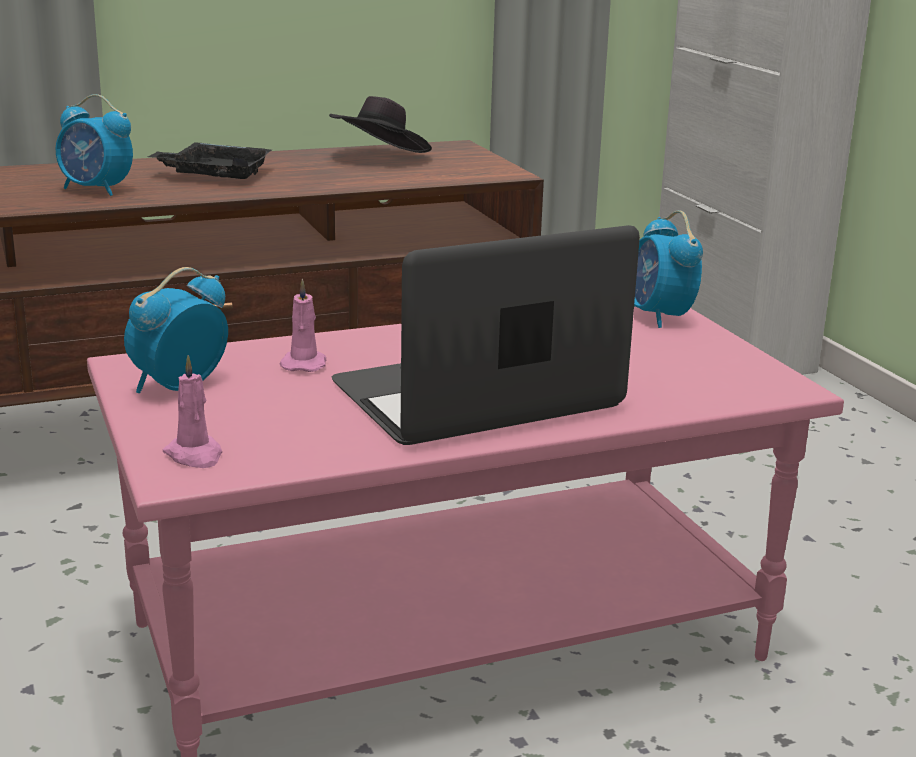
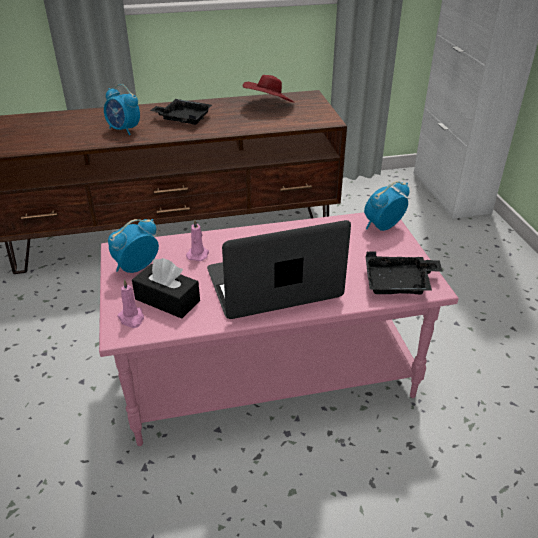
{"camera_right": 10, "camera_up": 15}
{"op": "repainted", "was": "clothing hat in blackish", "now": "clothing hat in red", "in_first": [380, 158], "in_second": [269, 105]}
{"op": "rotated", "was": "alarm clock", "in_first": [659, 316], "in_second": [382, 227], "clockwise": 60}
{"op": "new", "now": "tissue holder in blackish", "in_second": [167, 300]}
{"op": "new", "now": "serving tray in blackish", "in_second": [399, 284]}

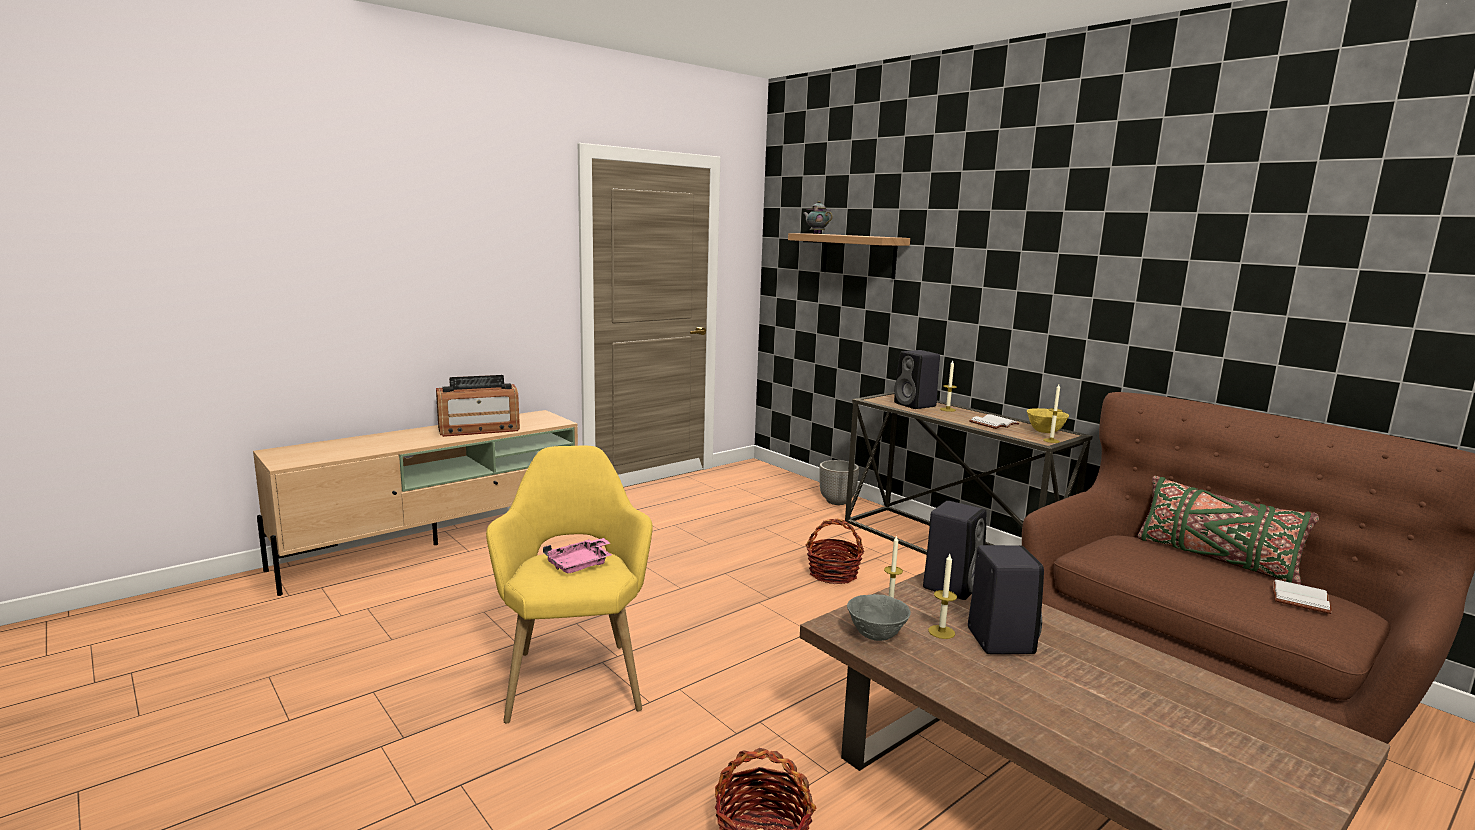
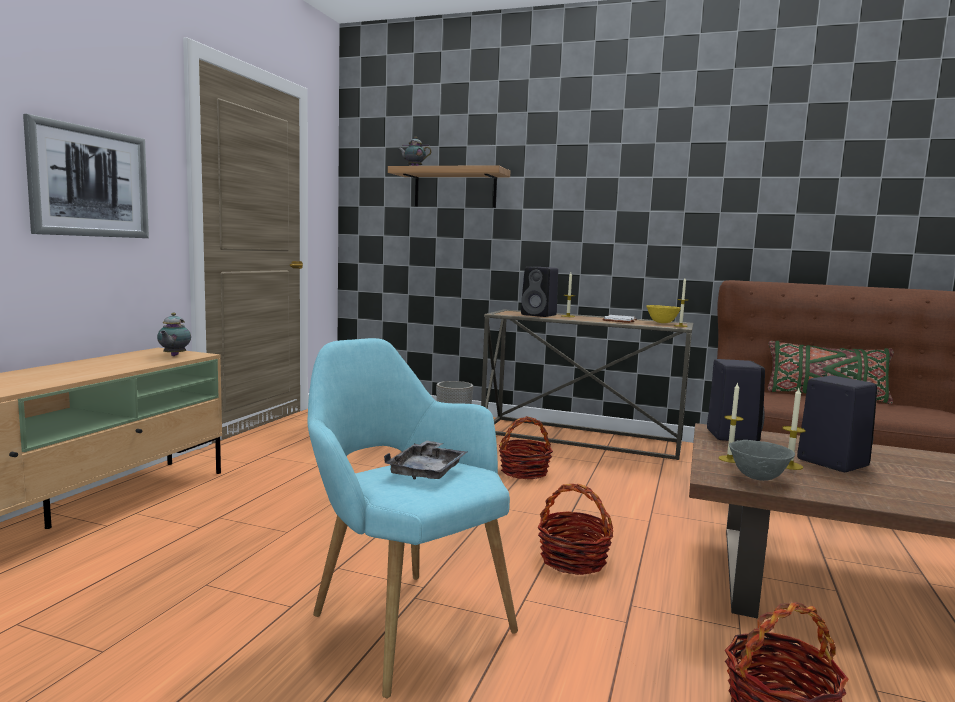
{"camera_right": -30, "camera_up": -5}
{"op": "gone", "was": "radio", "in_first": [479, 429]}
{"op": "repainted", "was": "easy chair in yellowish", "now": "easy chair in blue-green", "in_first": [574, 675], "in_second": [401, 619]}
{"op": "repainted", "was": "serving tray in pink-coloured", "now": "serving tray in gray", "in_first": [580, 564], "in_second": [427, 471]}
{"op": "gone", "was": "bound book in whitish", "in_first": [1302, 599]}
{"op": "new", "now": "picture", "in_second": [90, 182]}
{"op": "new", "now": "pot for tea", "in_second": [173, 356]}
{"op": "new", "now": "basket", "in_second": [573, 560]}

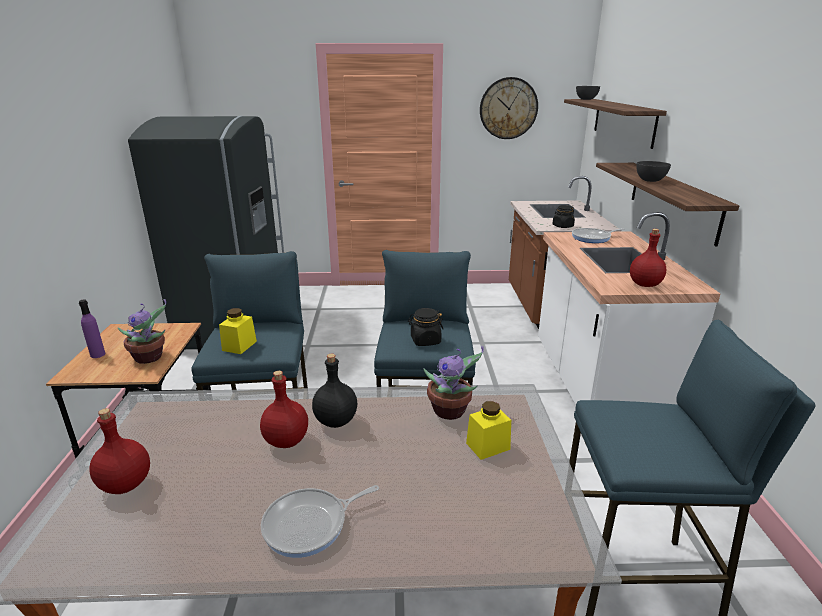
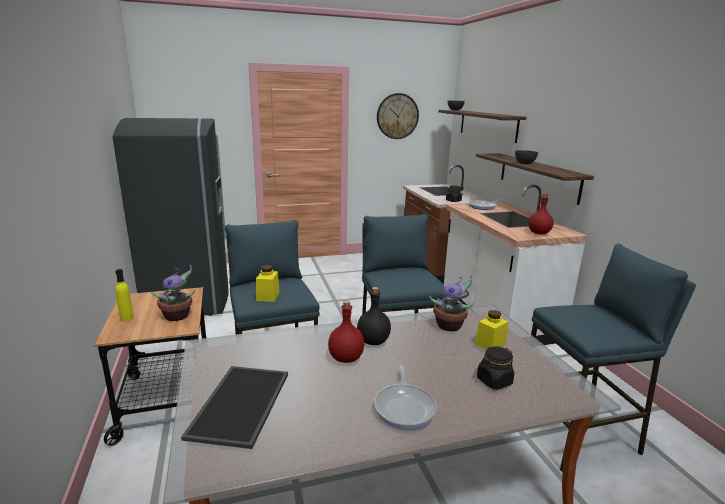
{"camera_right": -15, "camera_up": -5}
{"op": "repainted", "was": "drink bottle in purple", "now": "drink bottle in yellowish", "in_first": [98, 354], "in_second": [127, 318]}
{"op": "swapped", "was": "drink bottle in red", "now": "serving tray", "in_first": [125, 484], "in_second": [239, 403]}
{"op": "rotated", "was": "pan", "in_first": [310, 525], "in_second": [405, 407], "clockwise": -45}
{"op": "shifted", "was": "storage jar in blackish", "in_first": [425, 341], "in_second": [494, 381]}

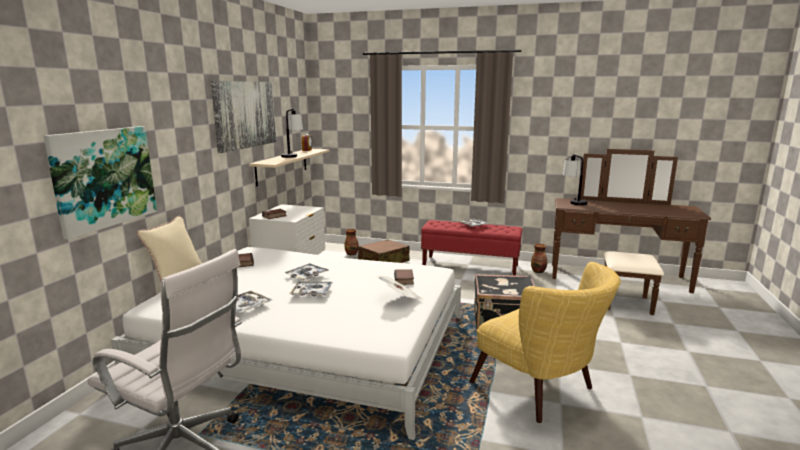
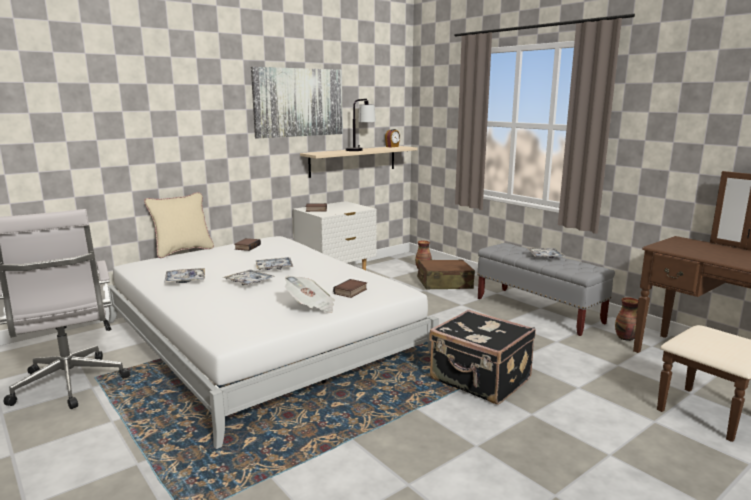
{"camera_right": 35, "camera_up": 0}
{"op": "gone", "was": "picture", "in_first": [104, 178]}
{"op": "repainted", "was": "bench in red", "now": "bench in gray", "in_first": [470, 266], "in_second": [538, 311]}
{"op": "gone", "was": "easy chair in yellowish", "in_first": [541, 391]}
{"op": "gone", "was": "table lamp", "in_first": [573, 201]}

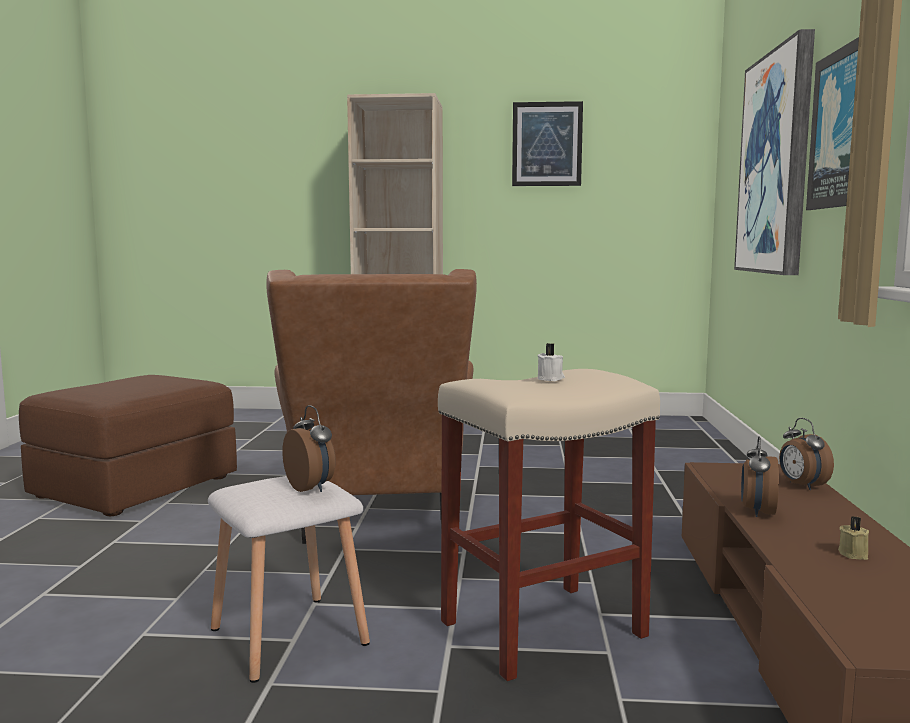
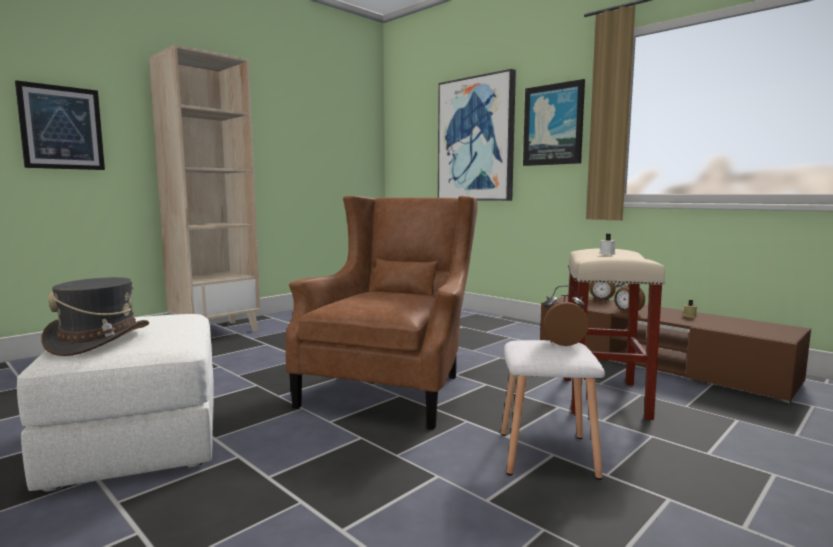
{"camera_right": -50, "camera_up": 0}
{"op": "repainted", "was": "ottoman in brown", "now": "ottoman in whitish", "in_first": [136, 487], "in_second": [138, 441]}
{"op": "rotated", "was": "easy chair in brown", "in_first": [377, 517], "in_second": [393, 386], "clockwise": -105}
{"op": "shifted", "was": "picture", "in_first": [547, 144], "in_second": [61, 128]}
{"op": "new", "now": "clothing hat in gray", "in_second": [99, 341]}

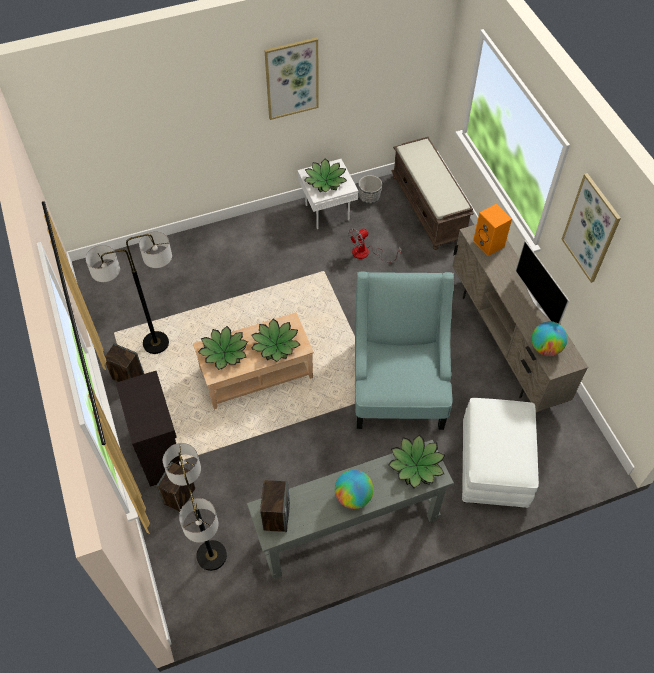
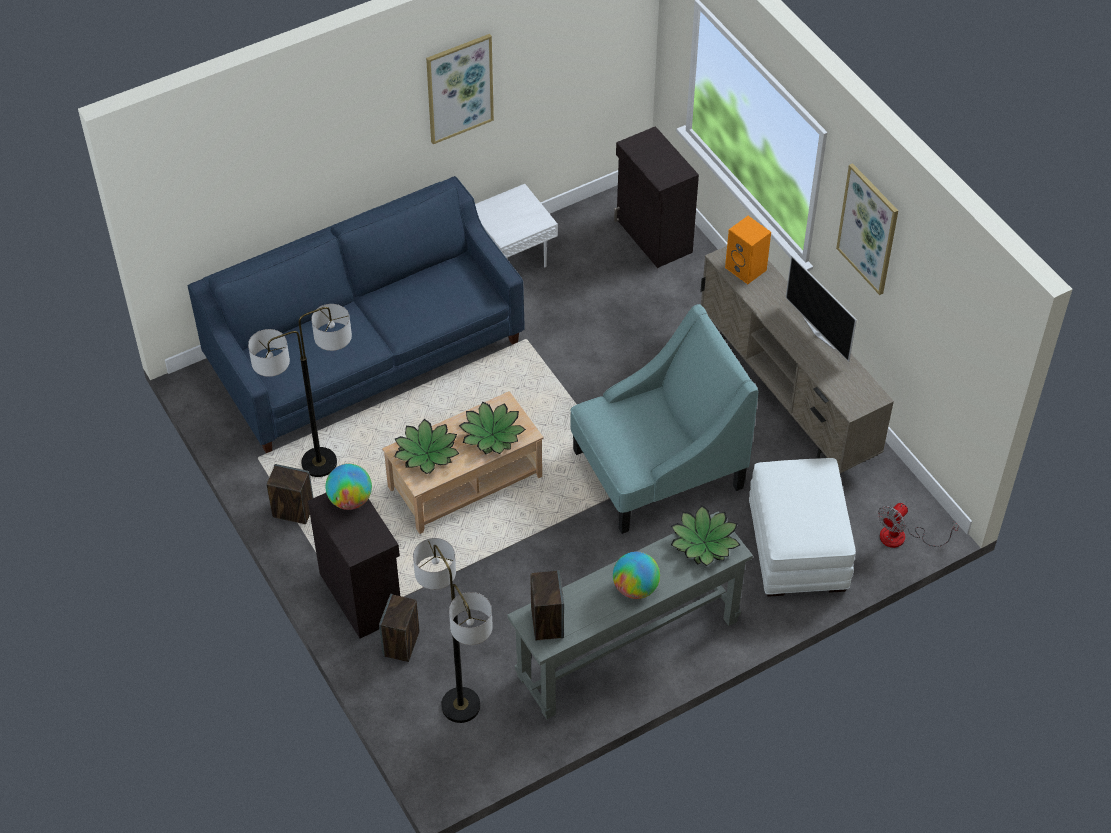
{"camera_right": -10, "camera_up": -5}
{"op": "gone", "was": "plant in a pot", "in_first": [325, 180]}
{"op": "shifted", "was": "cooling fan", "in_first": [366, 253], "in_second": [902, 537]}
{"op": "rotated", "was": "easy chair in blue-green", "in_first": [398, 385], "in_second": [656, 469], "clockwise": 75}
{"op": "gone", "was": "flower pot", "in_first": [369, 197]}
{"op": "swapped", "was": "bench in brown", "now": "cabinet in blackish", "in_first": [429, 208], "in_second": [653, 236]}
{"op": "shifted", "was": "globe", "in_first": [545, 348], "in_second": [350, 500]}
{"op": "new", "now": "sofa in blue", "in_second": [365, 353]}

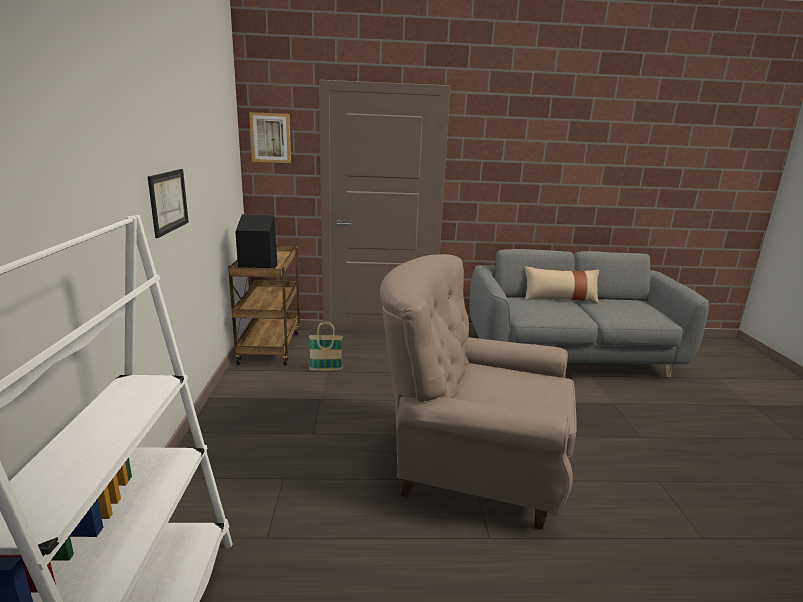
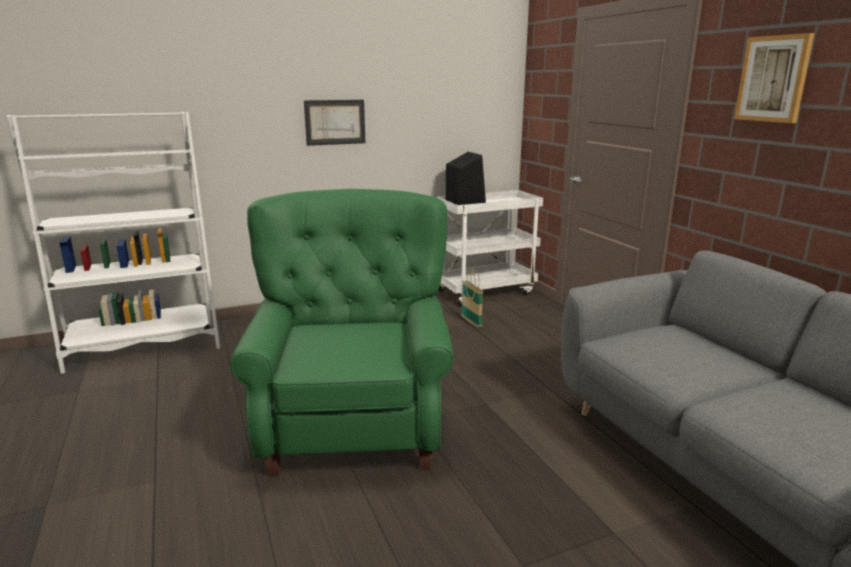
{"camera_right": 70, "camera_up": 0}
{"op": "repainted", "was": "cart in brown", "now": "cart in whitish", "in_first": [269, 346], "in_second": [486, 292]}
{"op": "shifted", "was": "picture", "in_first": [270, 138], "in_second": [773, 79]}
{"op": "repainted", "was": "easy chair in beige", "now": "easy chair in greenish", "in_first": [471, 466], "in_second": [354, 422]}
{"op": "gone", "was": "pillow in beige", "in_first": [559, 299]}

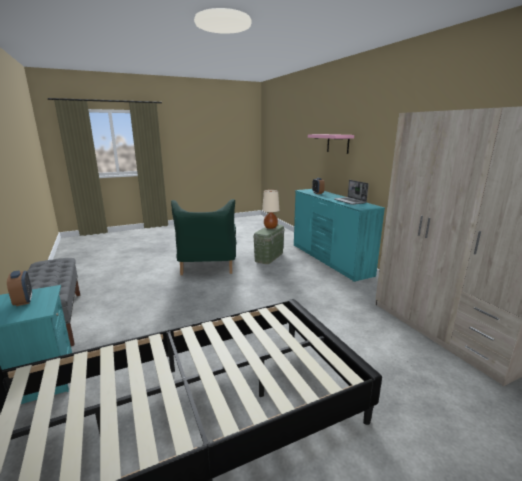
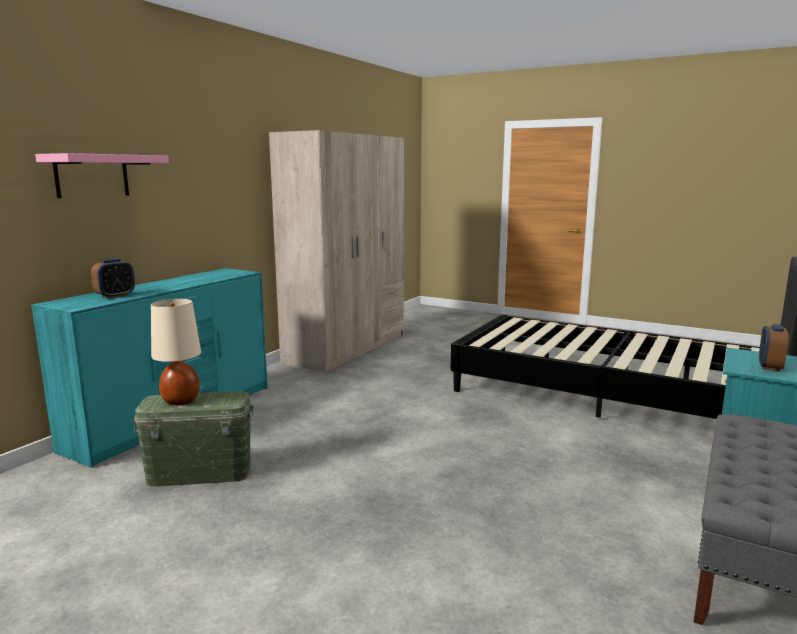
{"camera_right": -125, "camera_up": -5}
{"op": "gone", "was": "easy chair in greenish", "in_first": [208, 265]}
{"op": "gone", "was": "notebook computer", "in_first": [350, 201]}

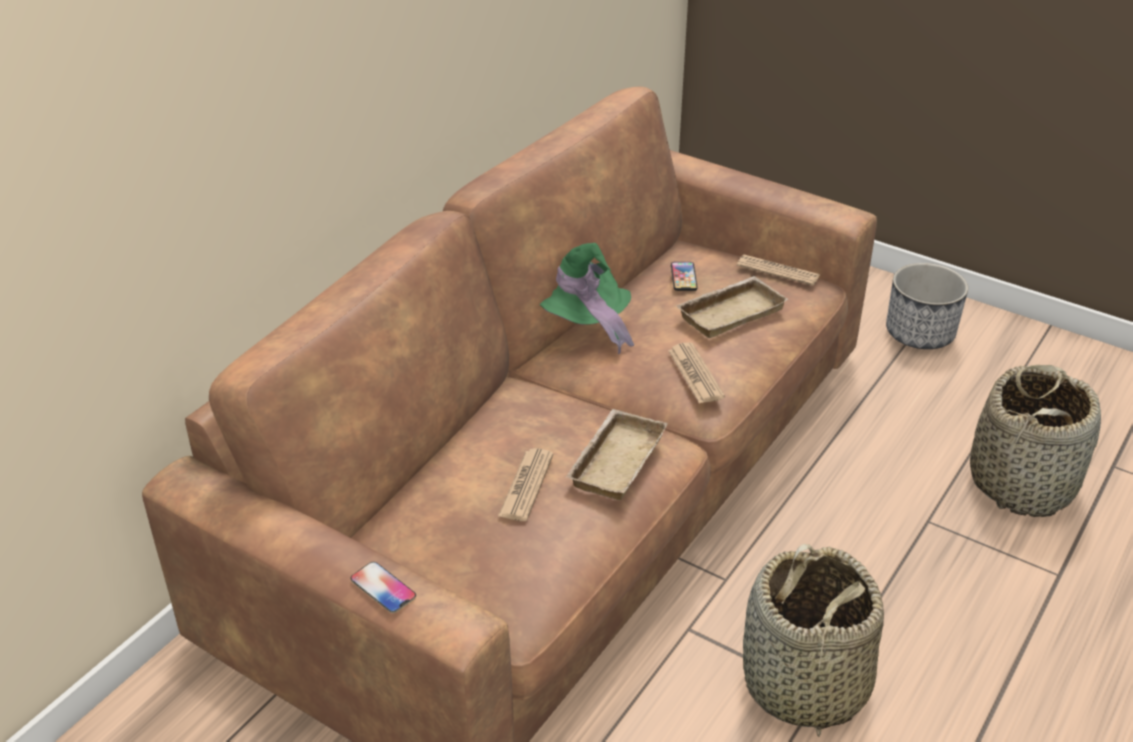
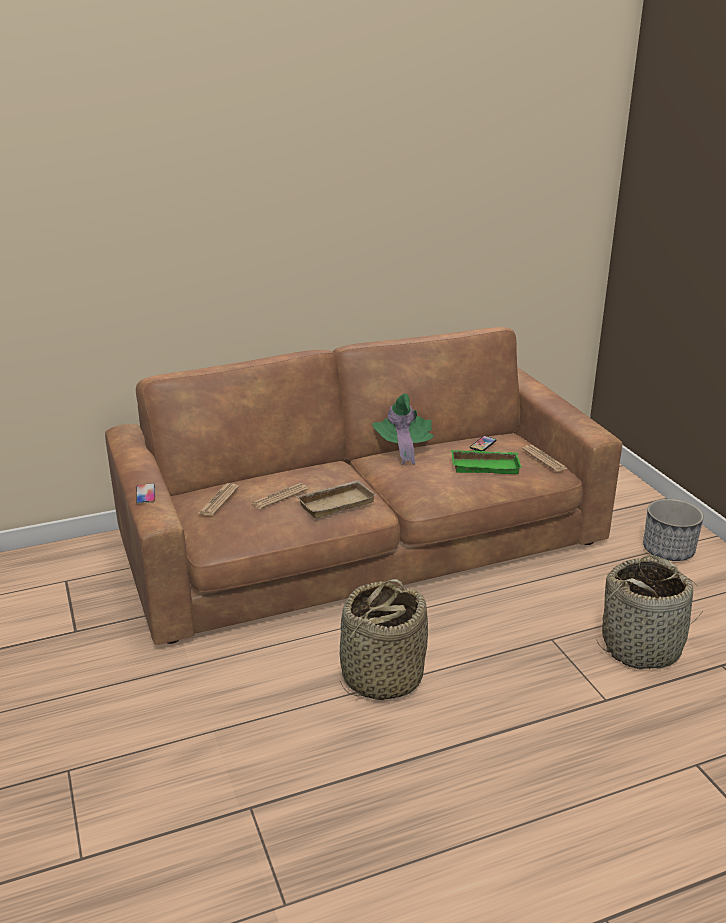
{"camera_right": 35, "camera_up": -10}
{"op": "shifted", "was": "daily paper", "in_first": [695, 374], "in_second": [218, 500]}
{"op": "repainted", "was": "serving tray in beige", "now": "serving tray in greenish", "in_first": [730, 312], "in_second": [486, 465]}

